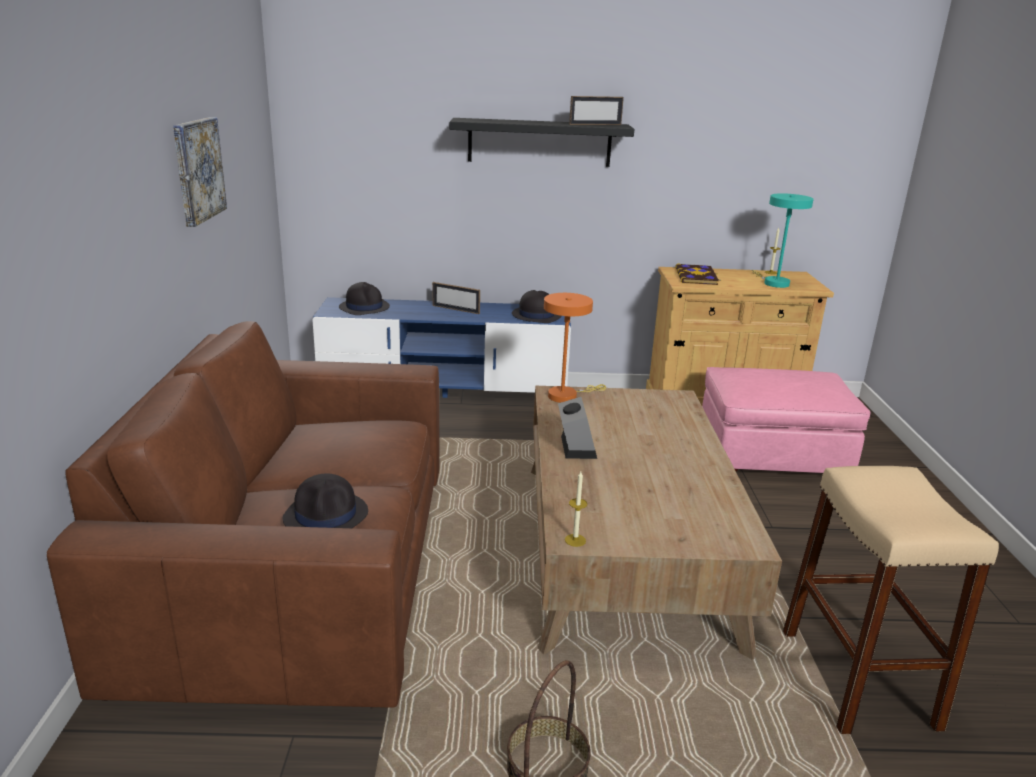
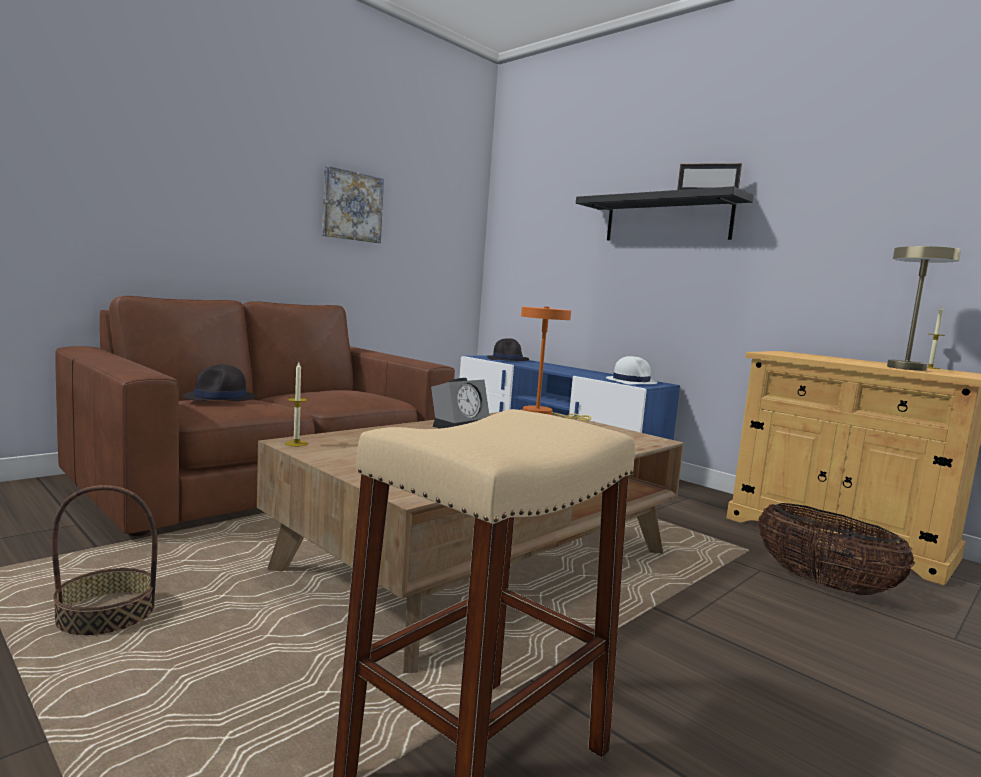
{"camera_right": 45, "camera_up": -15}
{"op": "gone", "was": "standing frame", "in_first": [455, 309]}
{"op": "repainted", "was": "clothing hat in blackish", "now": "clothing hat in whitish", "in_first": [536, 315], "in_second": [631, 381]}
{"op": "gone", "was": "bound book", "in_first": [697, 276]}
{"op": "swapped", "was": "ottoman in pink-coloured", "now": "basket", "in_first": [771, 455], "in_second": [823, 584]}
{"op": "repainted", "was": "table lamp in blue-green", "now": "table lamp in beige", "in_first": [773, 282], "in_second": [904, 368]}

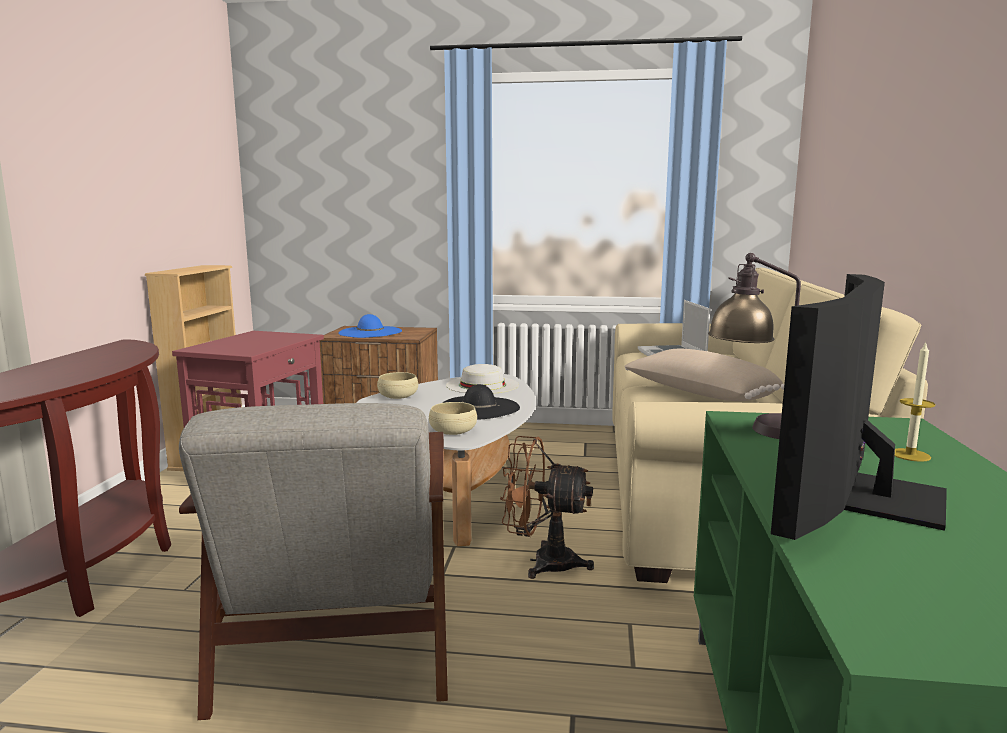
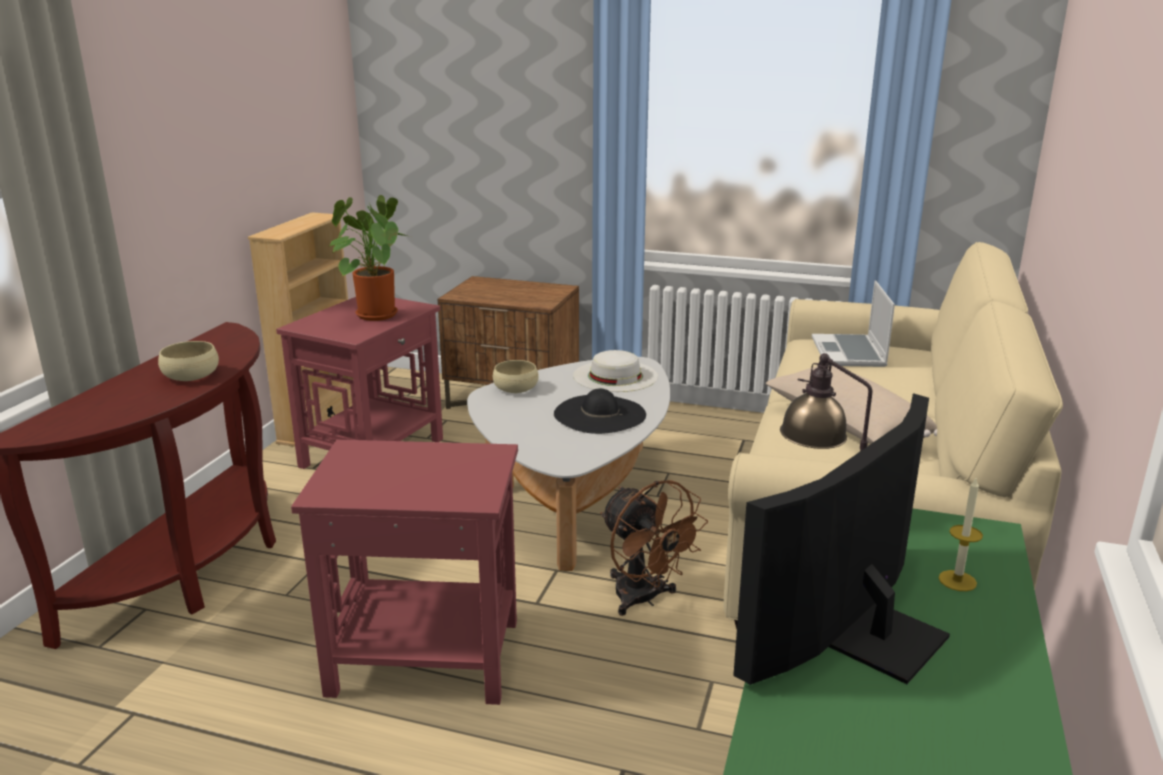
{"camera_right": 10, "camera_up": 10}
{"op": "swapped", "was": "easy chair in gray", "now": "end table in red", "in_first": [340, 630], "in_second": [425, 656]}
{"op": "gone", "was": "clothing hat in blue", "in_first": [370, 332]}
{"op": "shifted", "was": "bowl in beige", "in_first": [453, 431], "in_second": [191, 375]}
{"op": "rotated", "was": "cooling fan in brown", "in_first": [542, 562], "in_second": [644, 599], "clockwise": -150}
{"op": "new", "now": "plant in a pot", "in_second": [373, 314]}

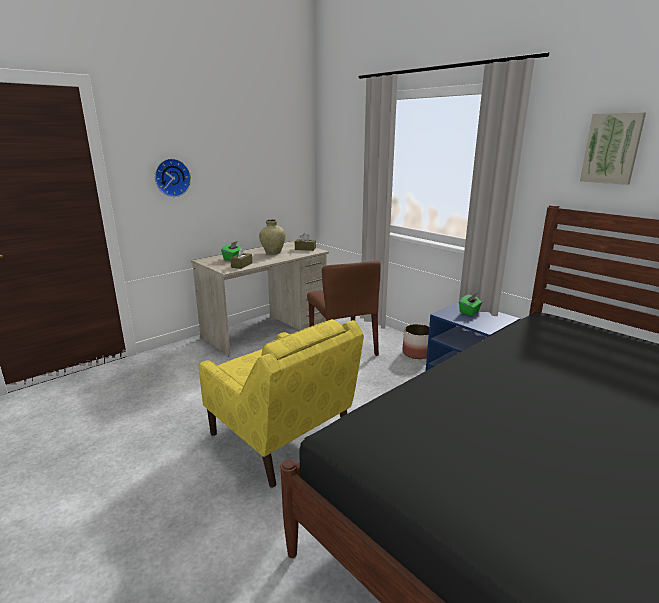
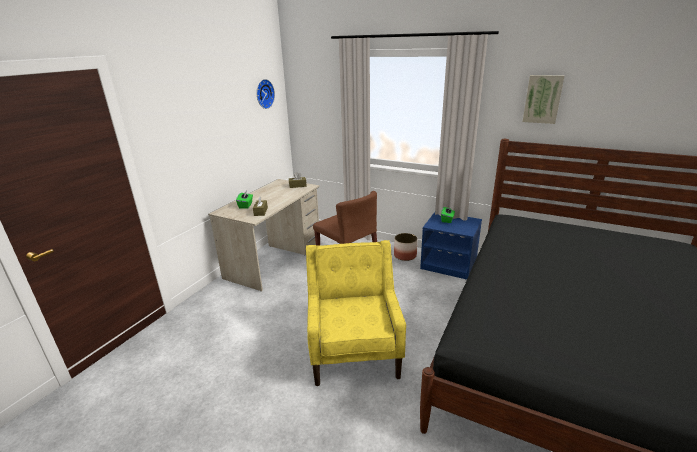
{"camera_right": -20, "camera_up": 5}
{"op": "shifted", "was": "hanging clock", "in_first": [171, 177], "in_second": [263, 94]}
{"op": "rotated", "was": "easy chair in yellowish", "in_first": [281, 437], "in_second": [354, 349], "clockwise": -120}
{"op": "gone", "was": "decorative vase in beige", "in_first": [273, 252]}

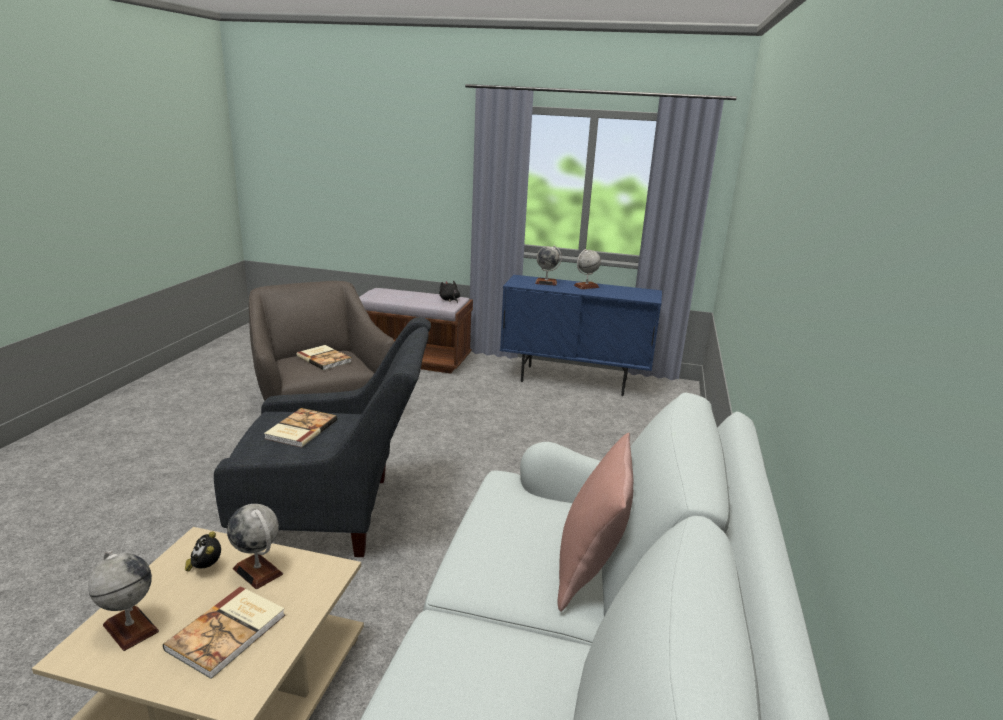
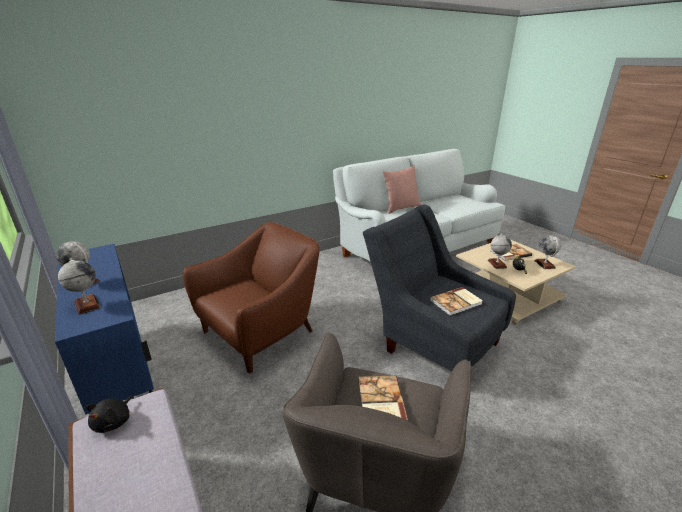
{"camera_right": -135, "camera_up": 5}
{"op": "new", "now": "easy chair in brown", "in_second": [260, 332]}

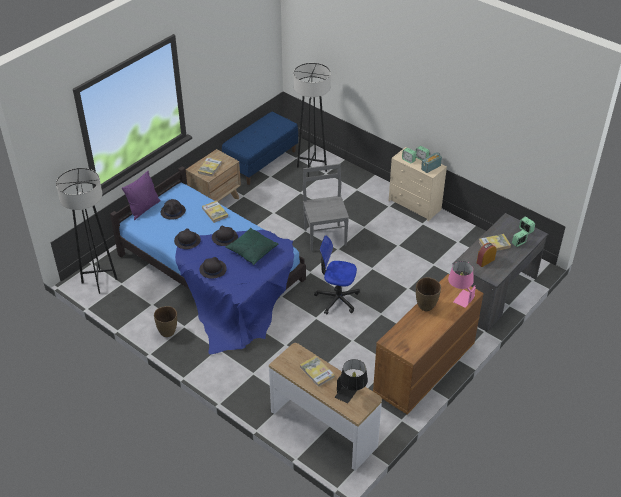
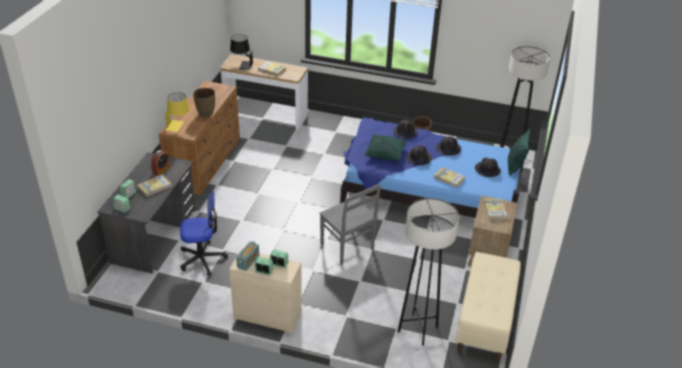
{"camera_right": 155, "camera_up": -5}
{"op": "repainted", "was": "pillow in purple", "now": "pillow in greenish", "in_first": [144, 209], "in_second": [515, 166]}
{"op": "repainted", "was": "bench in blue", "now": "bench in beige", "in_first": [261, 161], "in_second": [485, 321]}
{"op": "shifted", "was": "desk chair", "in_first": [337, 299], "in_second": [202, 259]}
{"op": "repainted", "was": "table lamp in pink-coloured", "now": "table lamp in yellowish", "in_first": [459, 296], "in_second": [179, 126]}

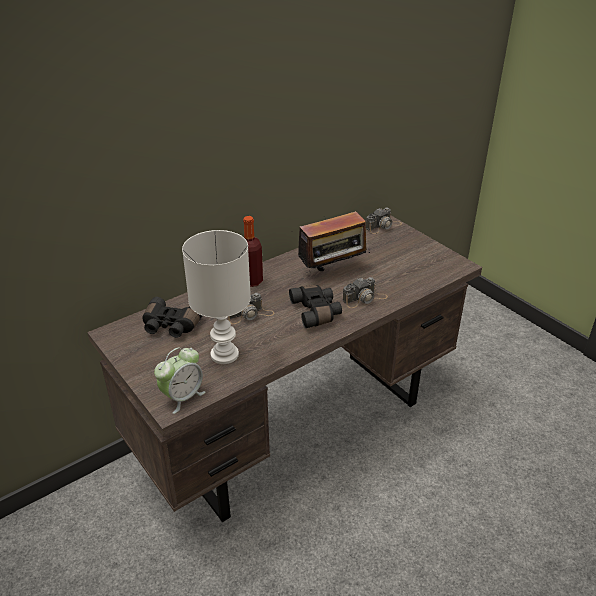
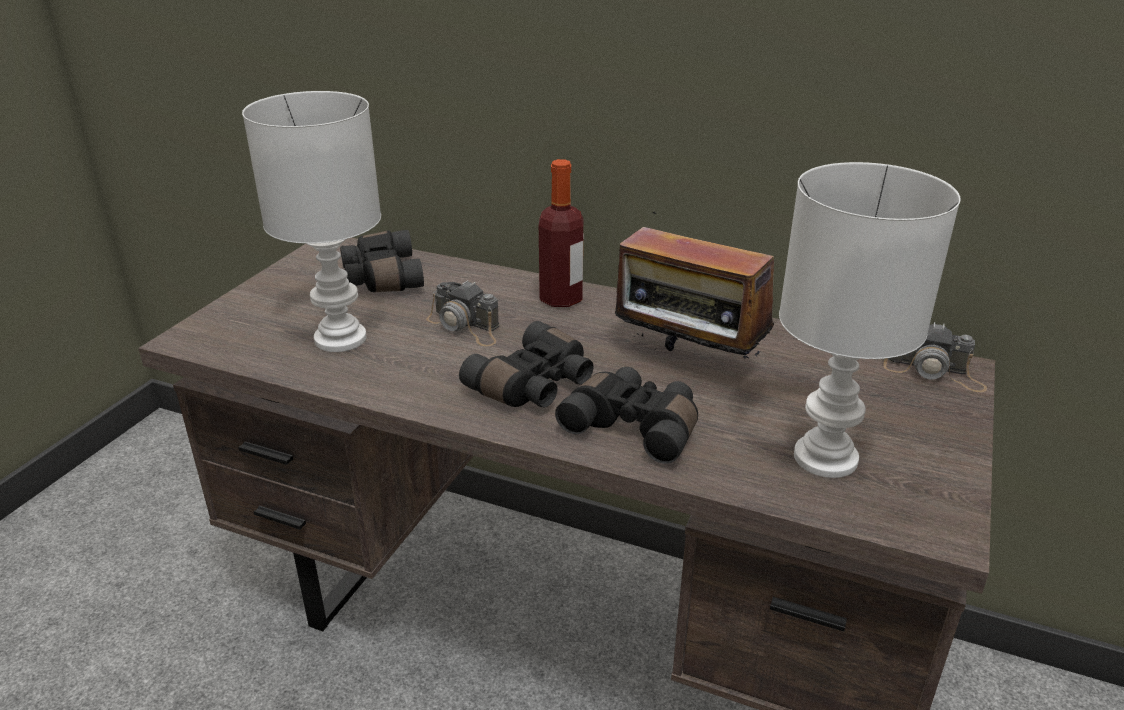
{"camera_right": 60, "camera_up": -5}
{"op": "gone", "was": "alarm clock", "in_first": [182, 397]}
{"op": "swapped", "was": "still camera", "now": "field glasses in blackish", "in_first": [364, 298], "in_second": [635, 426]}
{"op": "new", "now": "table lamp in whitish", "in_second": [823, 457]}

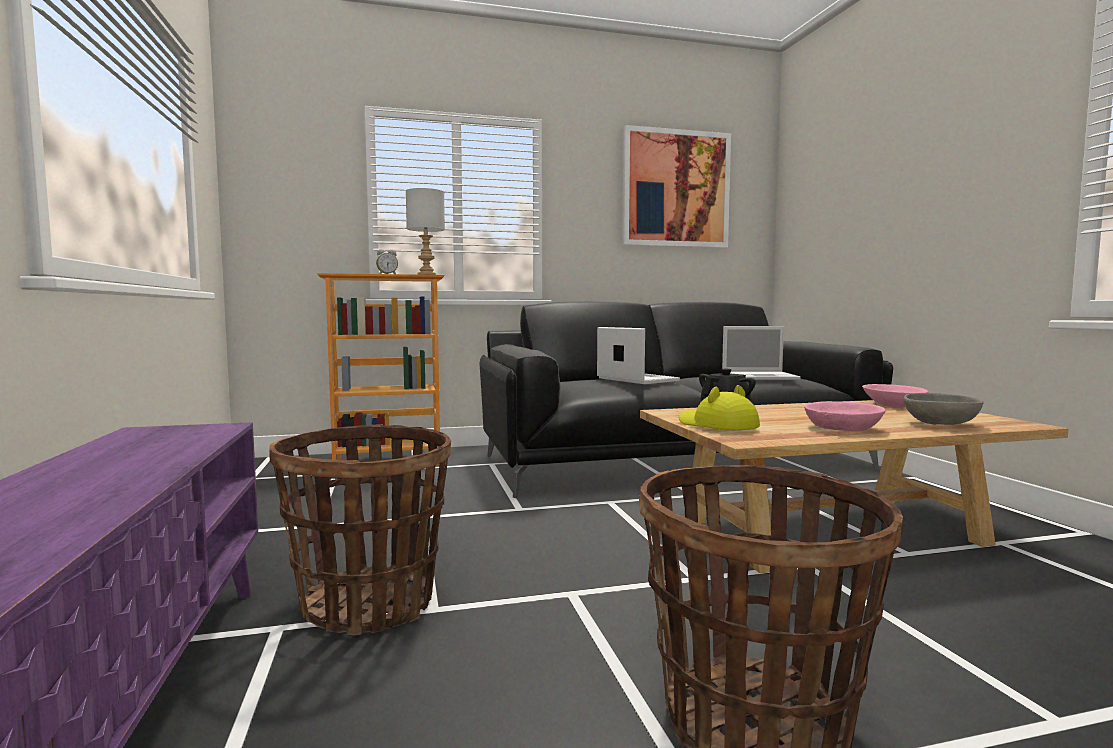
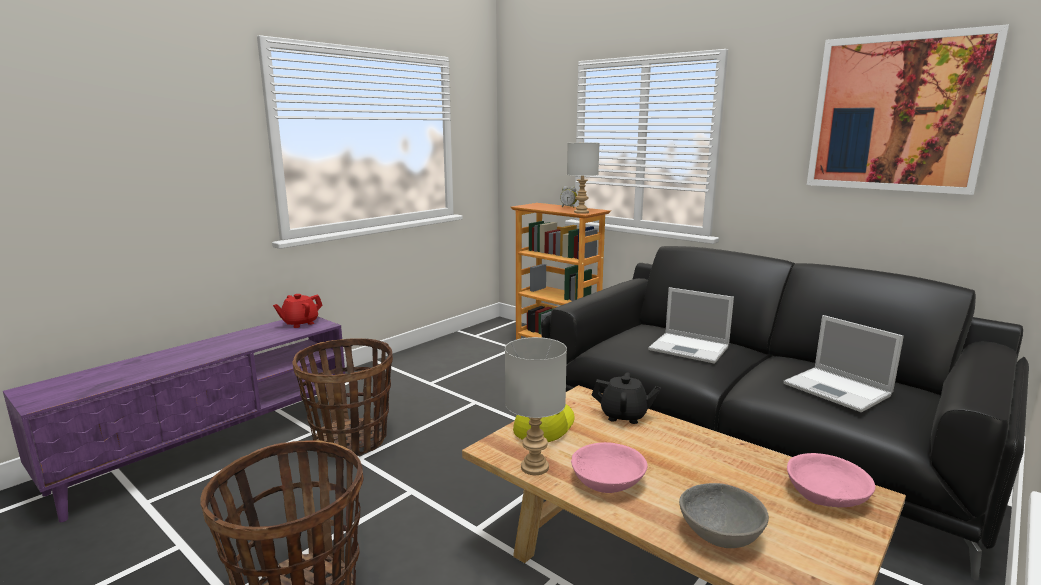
{"camera_right": 55, "camera_up": 10}
{"op": "rotated", "was": "notebook computer", "in_first": [636, 379], "in_second": [690, 348], "clockwise": 105}
{"op": "new", "now": "pot for tea in red", "in_second": [300, 323]}
{"op": "new", "now": "table lamp in gray", "in_second": [534, 466]}

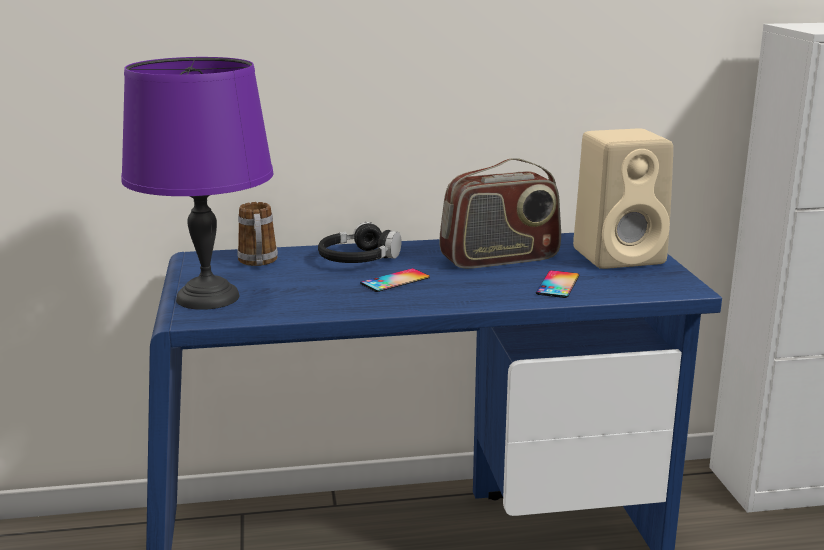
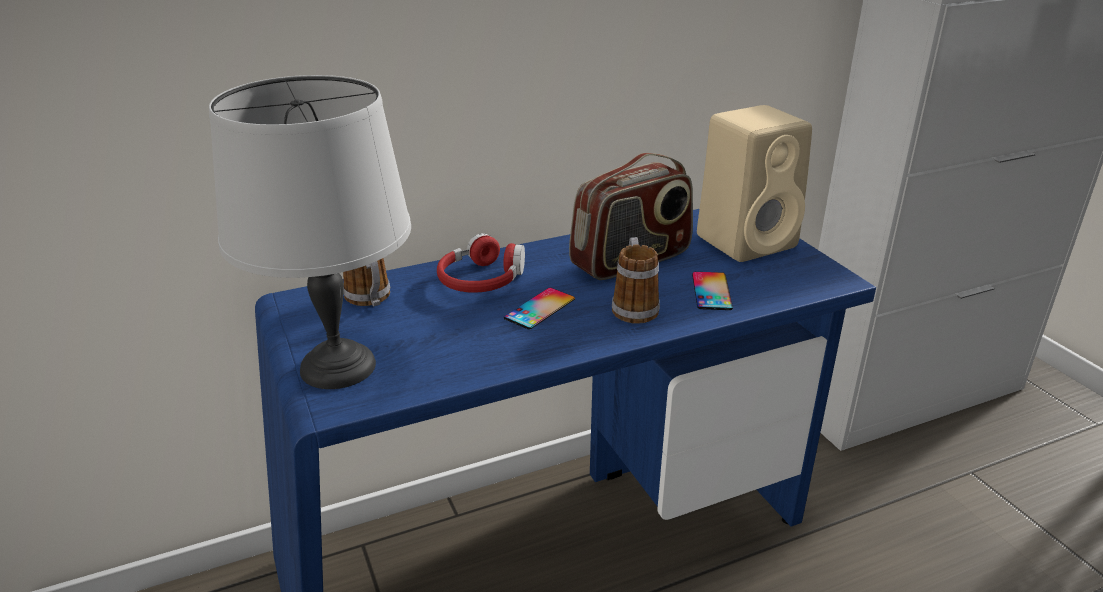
{"camera_right": -15, "camera_up": 10}
{"op": "repainted", "was": "table lamp in purple", "now": "table lamp in gray", "in_first": [207, 298], "in_second": [338, 368]}
{"op": "repainted", "was": "pair of headphones in blackish", "now": "pair of headphones in red", "in_first": [358, 259], "in_second": [481, 280]}
{"op": "new", "now": "coffee mug", "in_second": [633, 306]}

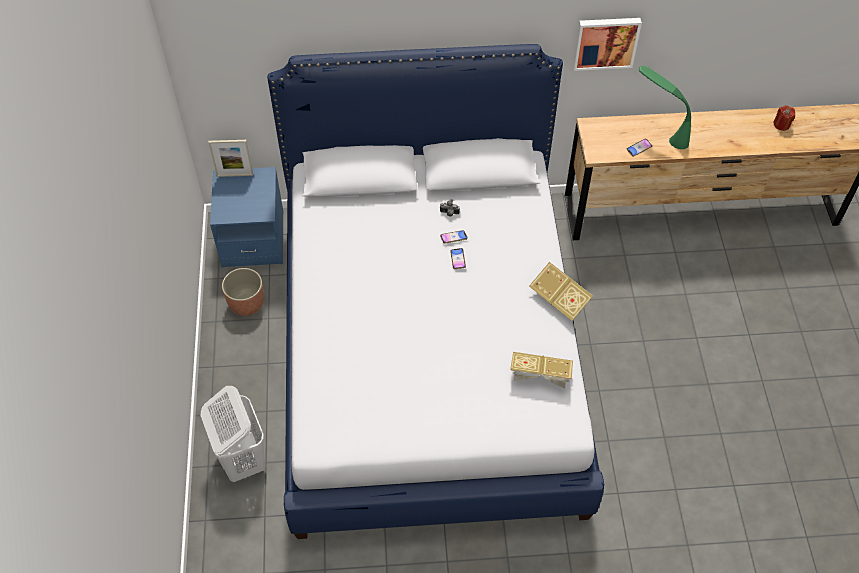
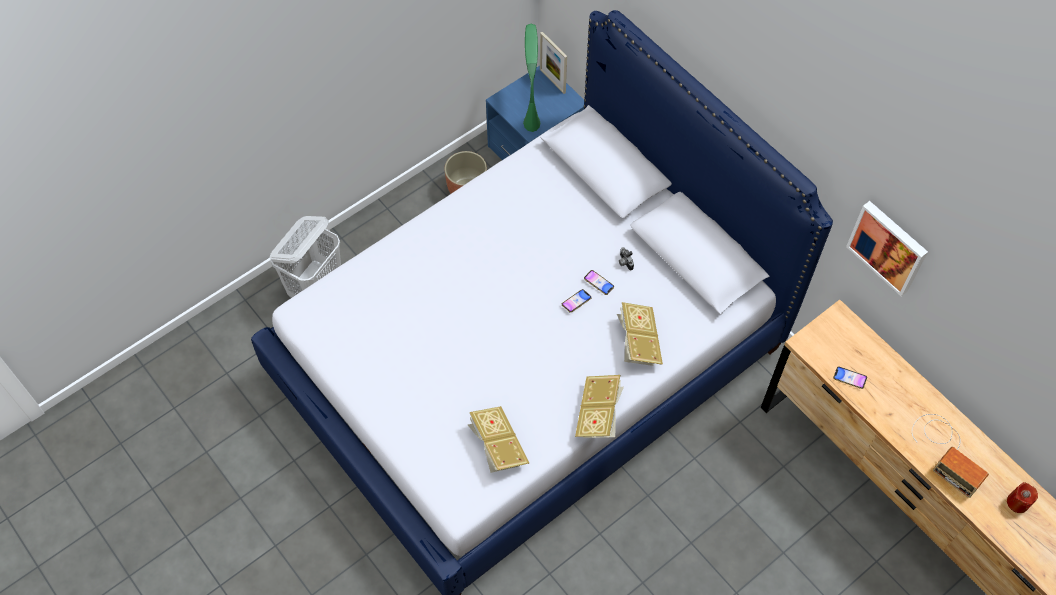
{"camera_right": 55, "camera_up": 5}
{"op": "shifted", "was": "table lamp in greenish", "in_first": [657, 133], "in_second": [531, 103]}
{"op": "new", "now": "bound book", "in_second": [638, 342]}
{"op": "new", "now": "radio", "in_second": [945, 451]}

